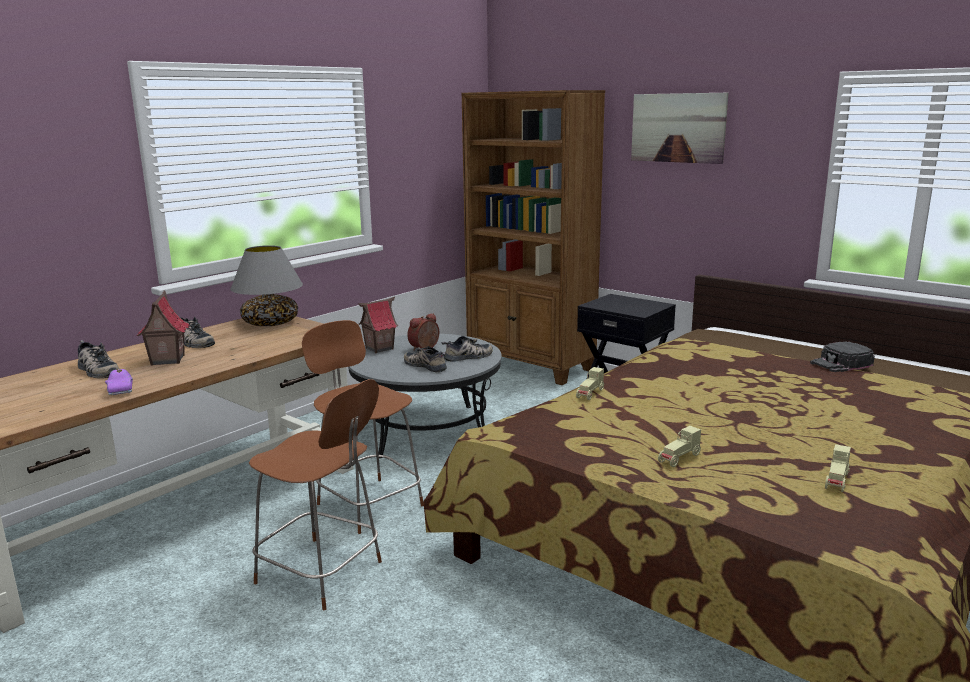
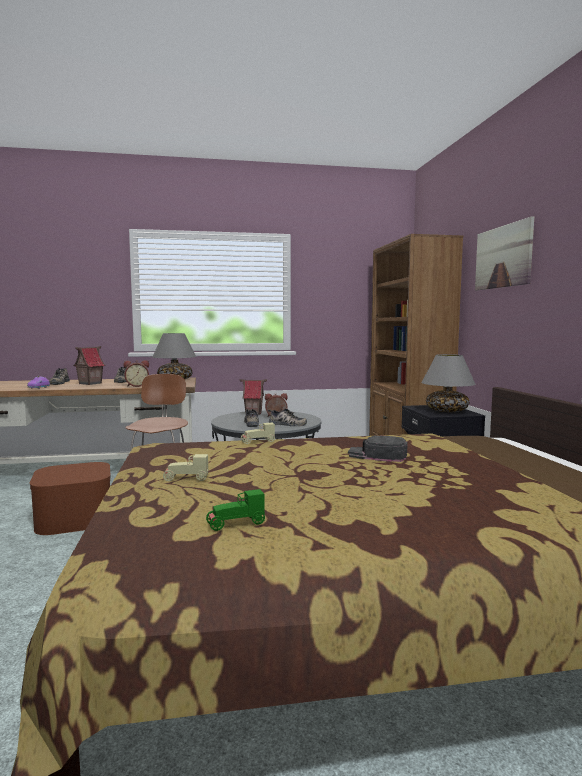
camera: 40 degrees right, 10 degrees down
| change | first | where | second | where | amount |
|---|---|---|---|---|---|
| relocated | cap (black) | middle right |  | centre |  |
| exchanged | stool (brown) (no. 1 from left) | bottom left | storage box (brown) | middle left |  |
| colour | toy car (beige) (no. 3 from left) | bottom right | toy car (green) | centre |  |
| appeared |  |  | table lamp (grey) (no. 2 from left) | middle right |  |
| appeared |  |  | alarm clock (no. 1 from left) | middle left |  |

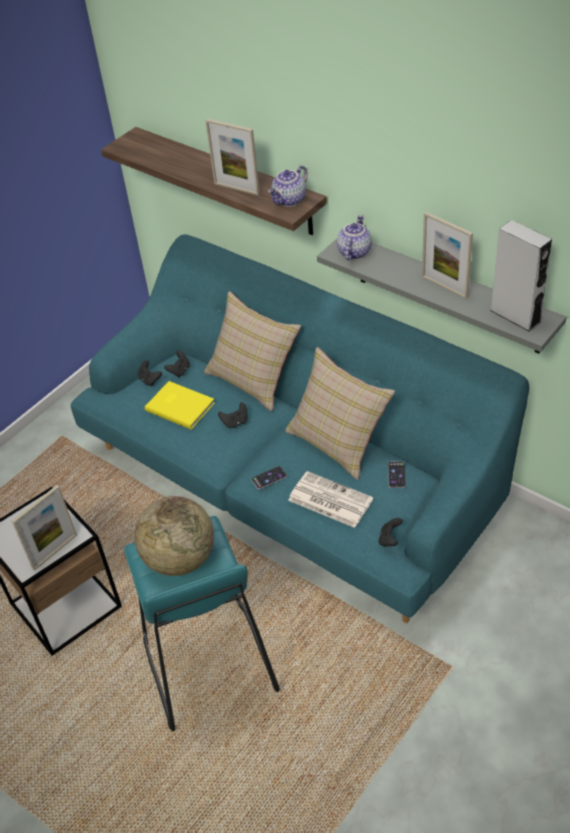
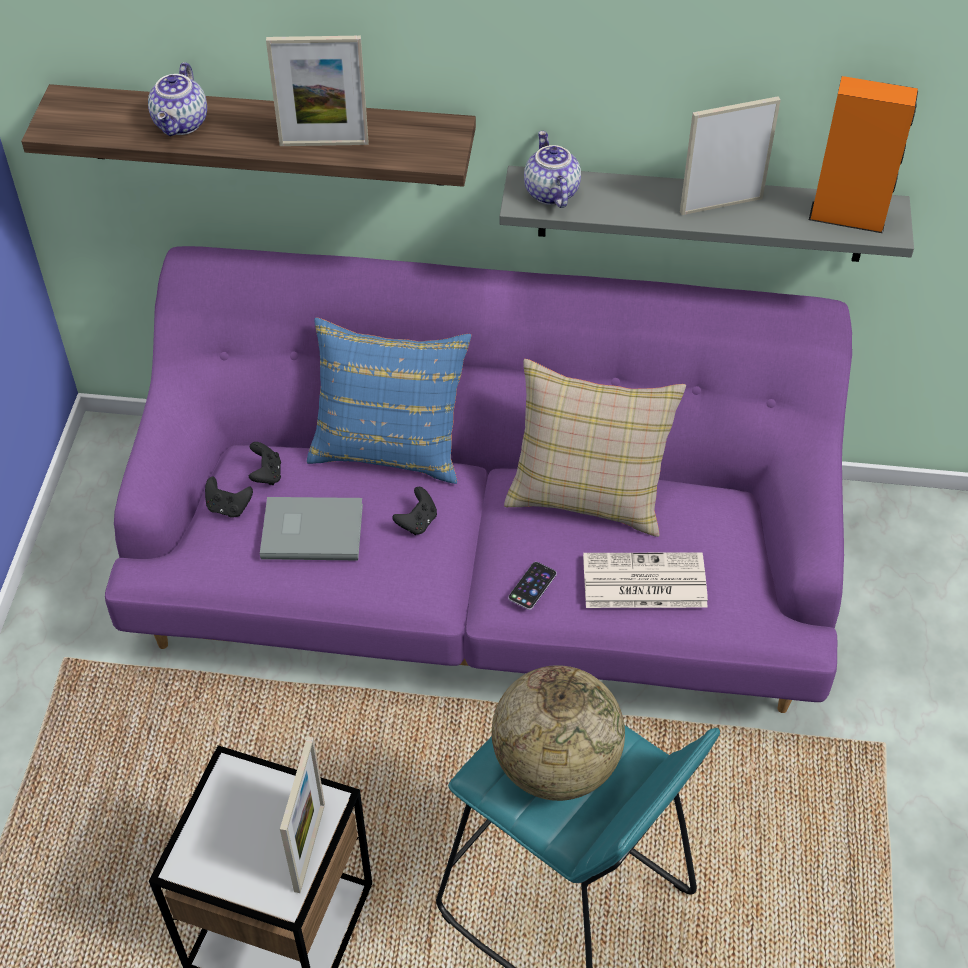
camera: 35 degrees left, 5 degrees up
| change | first | where | second | where | amount |
|---|---|---|---|---|---|
| relocated | teapot (no. 1 from left) | top centre |  | top left |  |
| spun | picture frame (no. 3 from left) | top right |  | top right | 150 degrees clockwise |
| colour | speaker (grey) | top right | speaker (orange) | top right |  |
| colour | sofa (turquoise) | centre | sofa (purple) | centre |  |
| colour | pillow (beige) (no. 1 from left) | centre | pillow (blue) | centre |  |
| colour | book (yellow) | middle left | book (grey) | middle left |  |
| missing | phone (no. 2 from left) | middle right |  |  |  |
| missing | game controller (black) (no. 4 from left) | middle right |  |  |  |

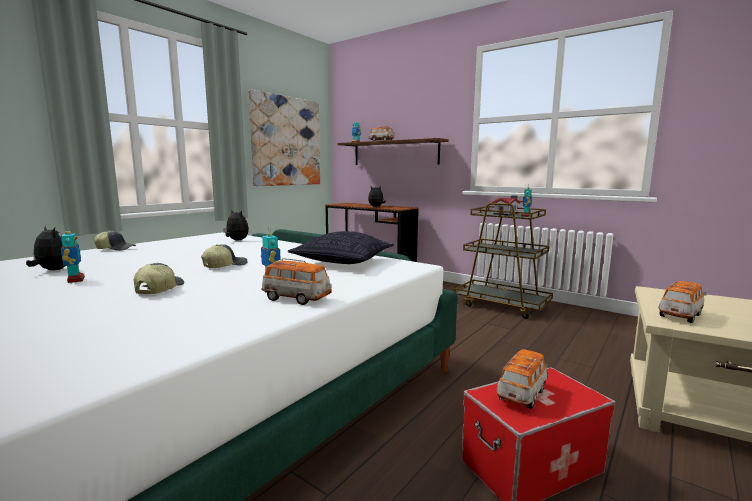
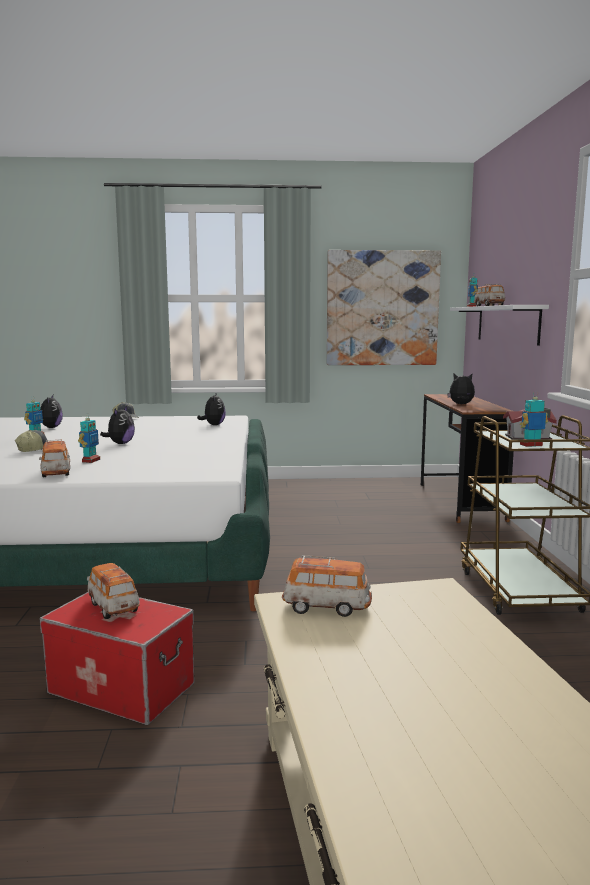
camera: 50 degrees right, 0 degrees up
| change | first | where | second | where | amount |
|---|---|---|---|---|---|
| colour | shelf (brown) | top centre | shelf (white) | middle right |  |
| missing | pillow | centre |  |  |  |
| exchanged | cap (no. 3 from left) | middle left | plush toy (no. 2 from left) | middle left |  |
| spun | toy car (no. 3 from left in the first image) | bottom right | toy car (no. 2 from left) | bottom left | 120 degrees counterclockwise |

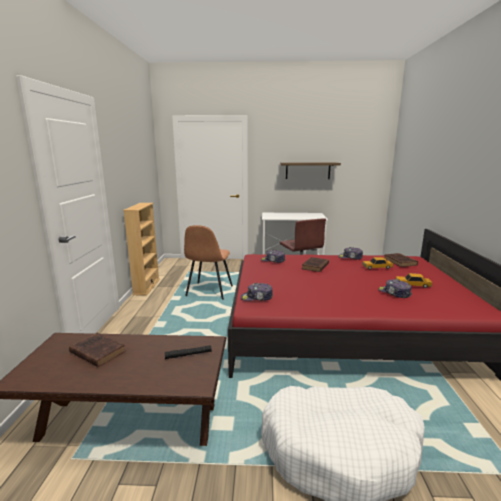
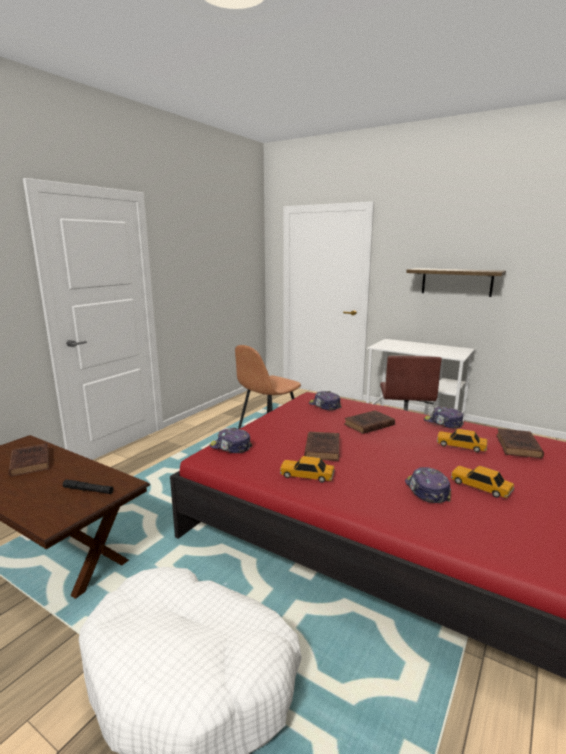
camera: 30 degrees right, 0 degrees up
| change | first | where | second | where | amount |
|---|---|---|---|---|---|
| missing | bookcase (beige) | middle left |  |  |  |
| appeared |  |  | book (brown) (no. 2 from left) | centre |  |
| appeared |  |  | toy car (no. 1 from left) | centre |  |

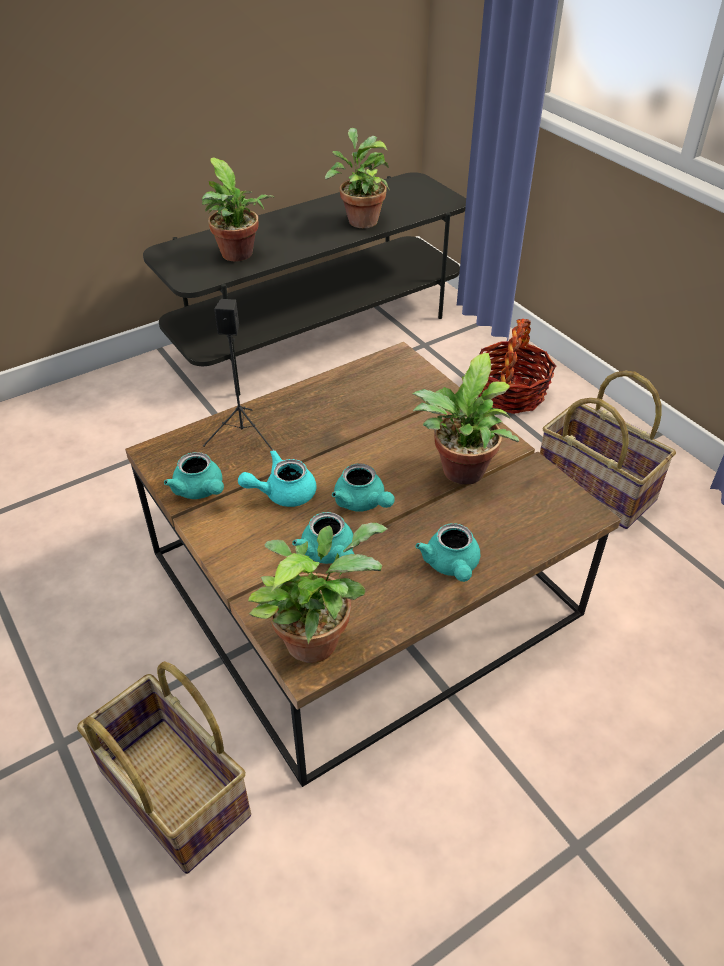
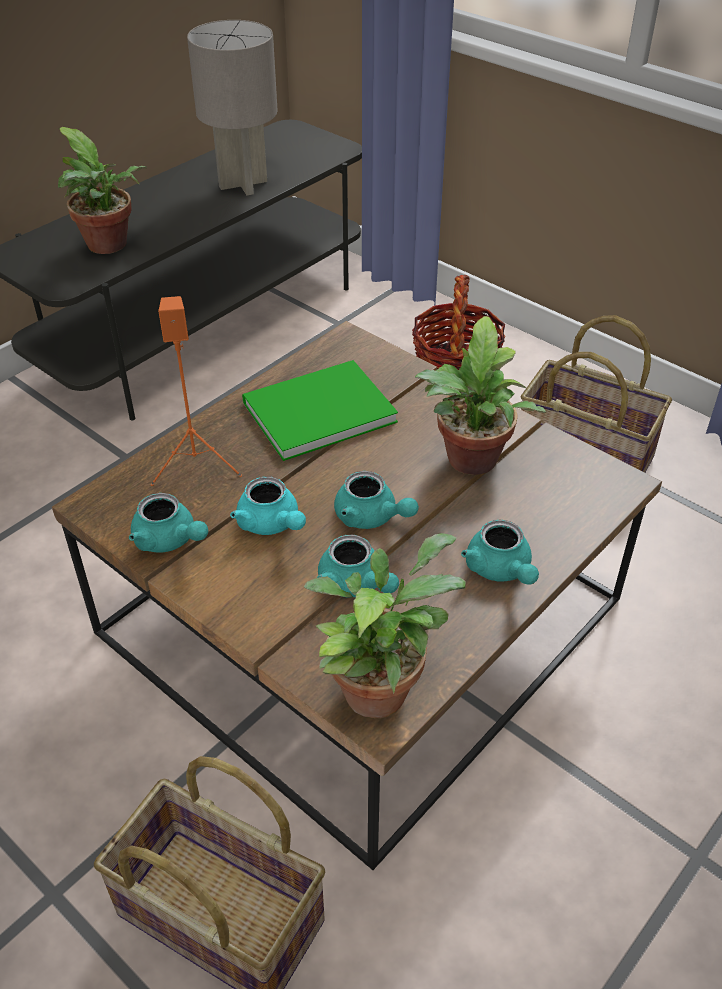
camera: 15 degrees left, 0 degrees up
| change | first | where | second | where | amount |
|---|---|---|---|---|---|
| exchanged | potted plant (no. 3 from left) | top centre | table lamp (grey) | top left |  |
| colour | speaker (black) | middle left | speaker (orange) | middle left |  |
| spun | teapot (turquoise) (no. 2 from left) | centre |  | centre | 90 degrees counterclockwise |
| appeared |  |  | book (green) | centre |  |

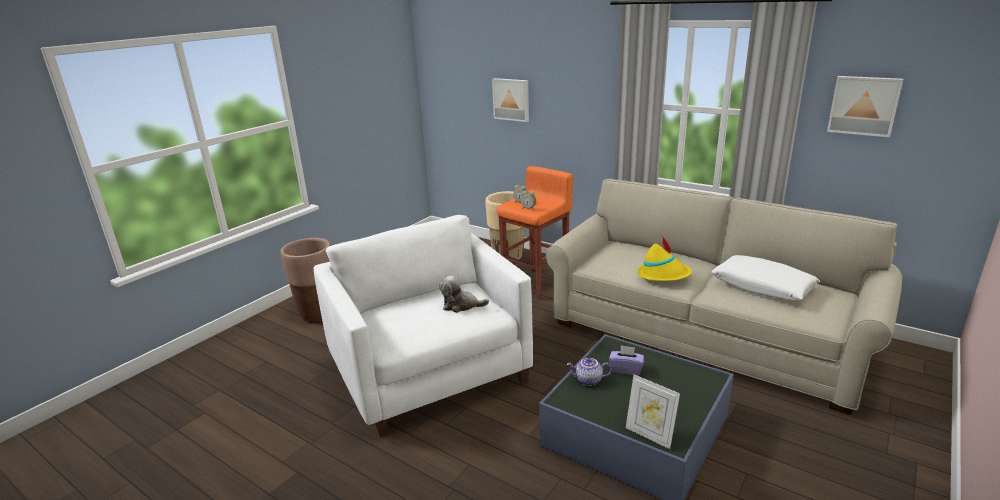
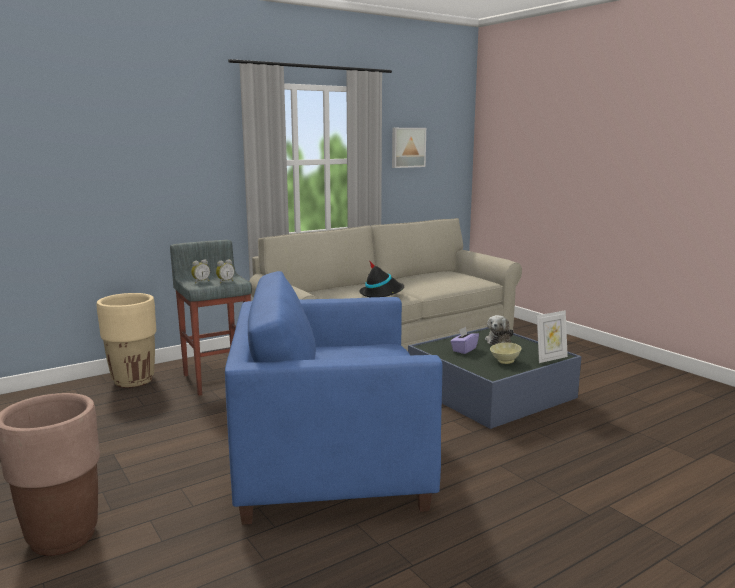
camera: 70 degrees left, 10 degrees down
| change | first | where | second | where | amount |
|---|---|---|---|---|---|
| missing | picture (no. 1 from left) | top centre |  |  |  |
| colour | stool (orange) | centre | stool (grey) | middle left |  |
| colour | armchair (white) | centre | armchair (blue) | bottom centre |  |
| colour | hat (yellow) | centre | hat (black) | centre |  |
| missing | pillow (white) | middle right |  |  |  |
| relocated | plush toy | centre |  | middle right |  |
| missing | teapot | bottom centre |  |  |  |
| appeared |  |  | bowl (beige) | middle right |  |

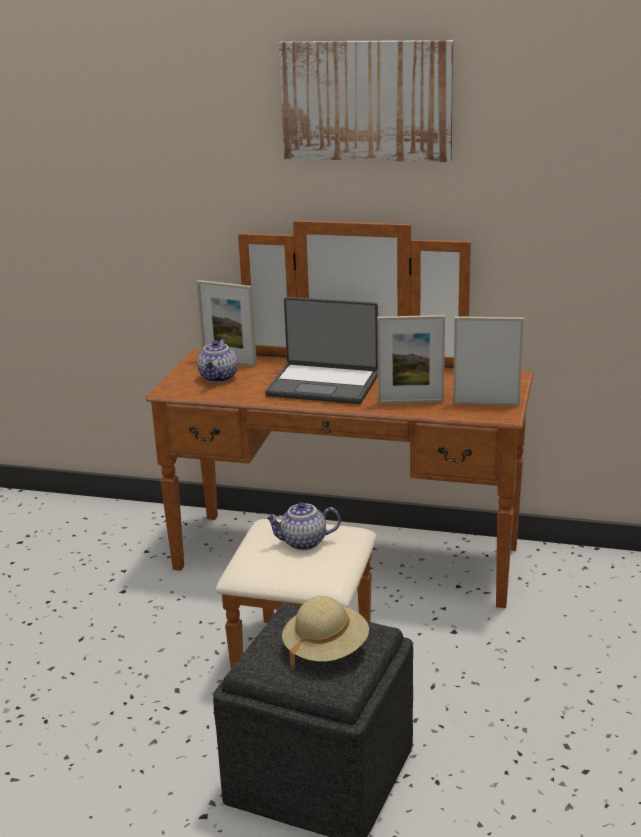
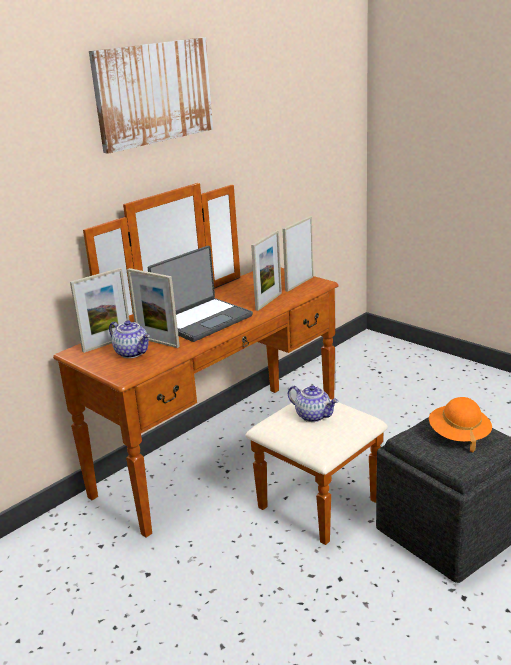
camera: 60 degrees left, 0 degrees up
| change | first | where | second | where | amount |
|---|---|---|---|---|---|
| spun | teapot (no. 2 from left) | centre |  | centre | 75 degrees counterclockwise |
| colour | hat (beige) | bottom centre | hat (orange) | middle right |  |
| appeared |  |  | picture frame (no. 2 from left) | middle left |  |

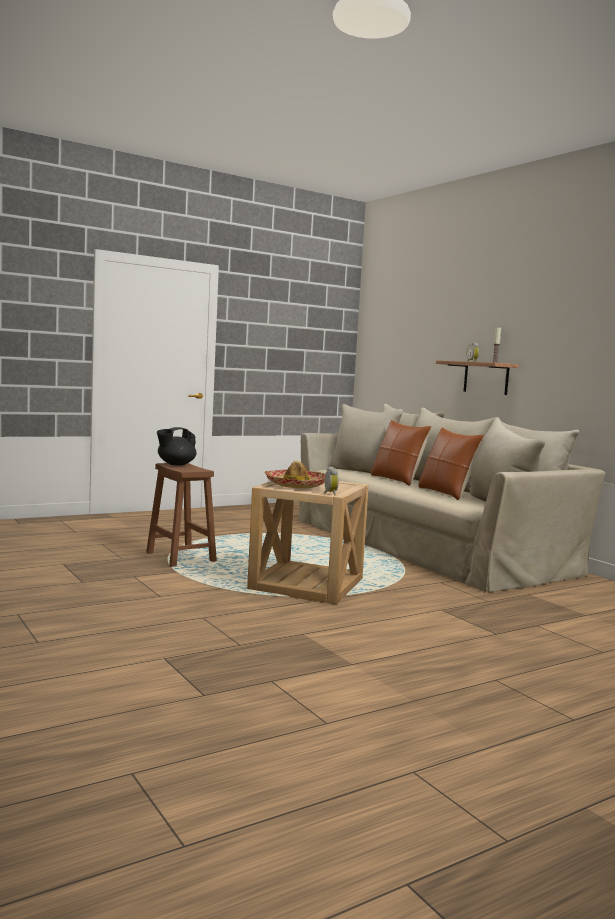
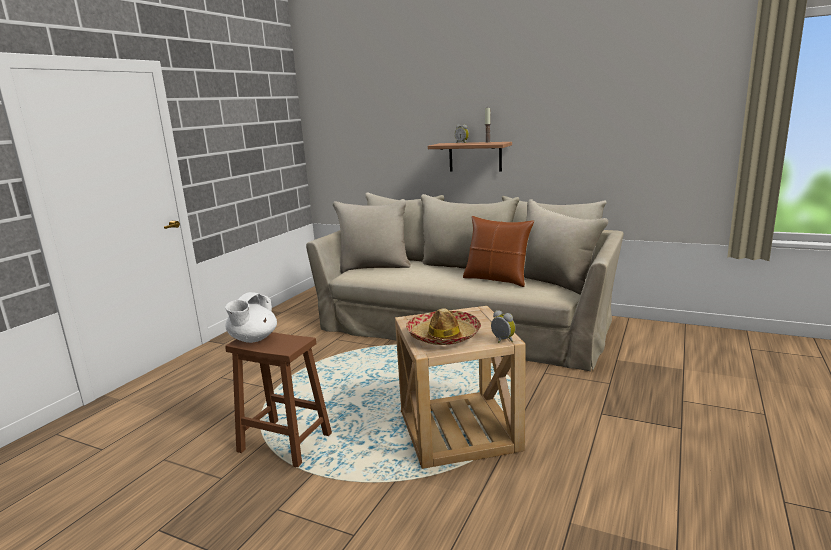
camera: 30 degrees left, 10 degrees up
| change | first | where | second | where | amount |
|---|---|---|---|---|---|
| missing | pillow (brown) (no. 1 from left) | centre |  |  |  |
| colour | teapot (black) | middle left | teapot (white) | middle left |  |

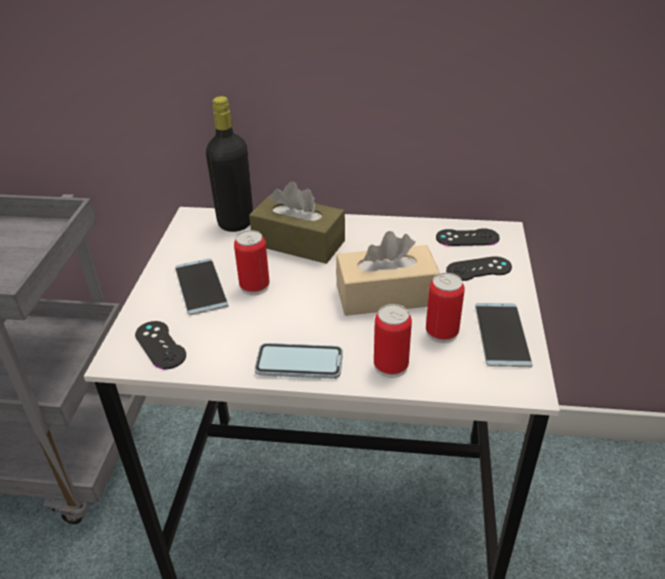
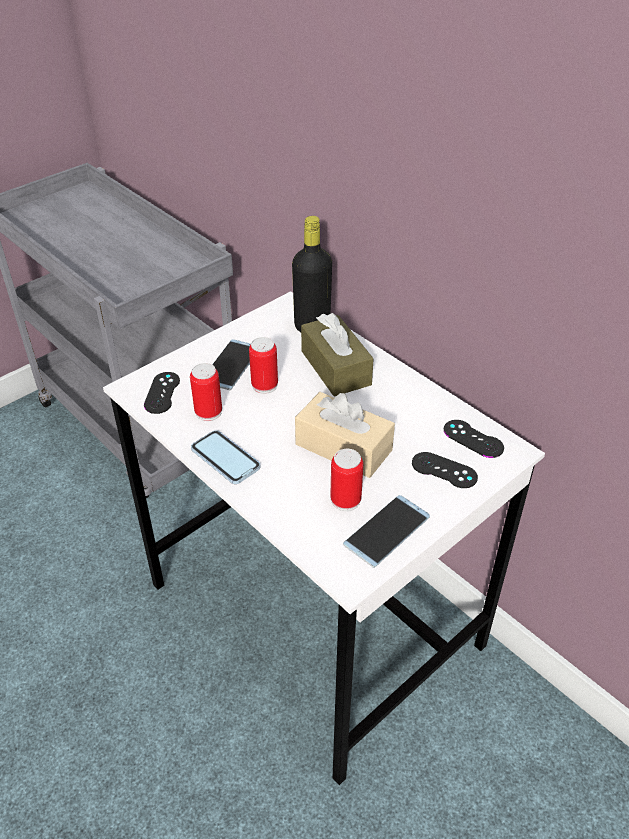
camera: 40 degrees right, 5 degrees up
| change | first | where | second | where | amount |
|---|---|---|---|---|---|
| relocated | can (no. 2 from left in the first image) | centre | can (no. 1 from left) | middle left |  |

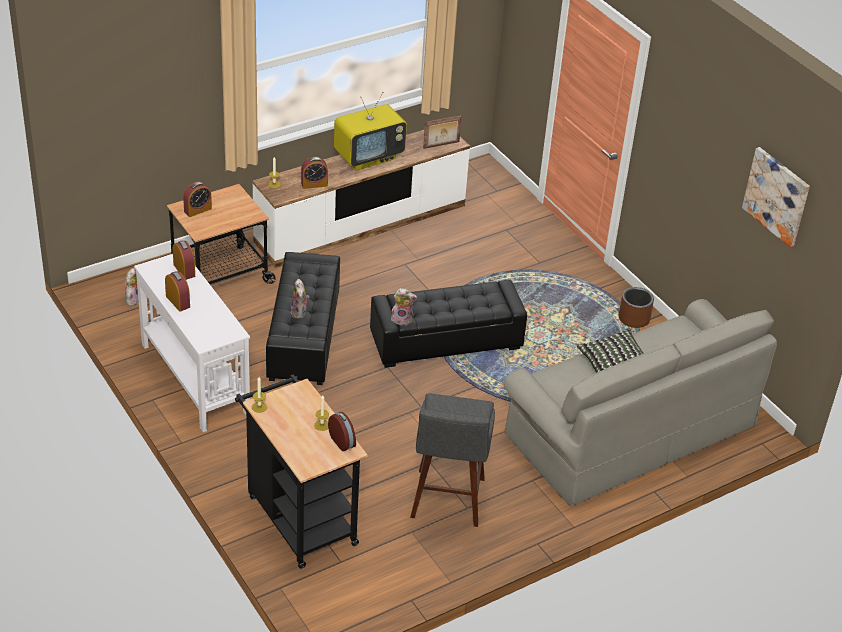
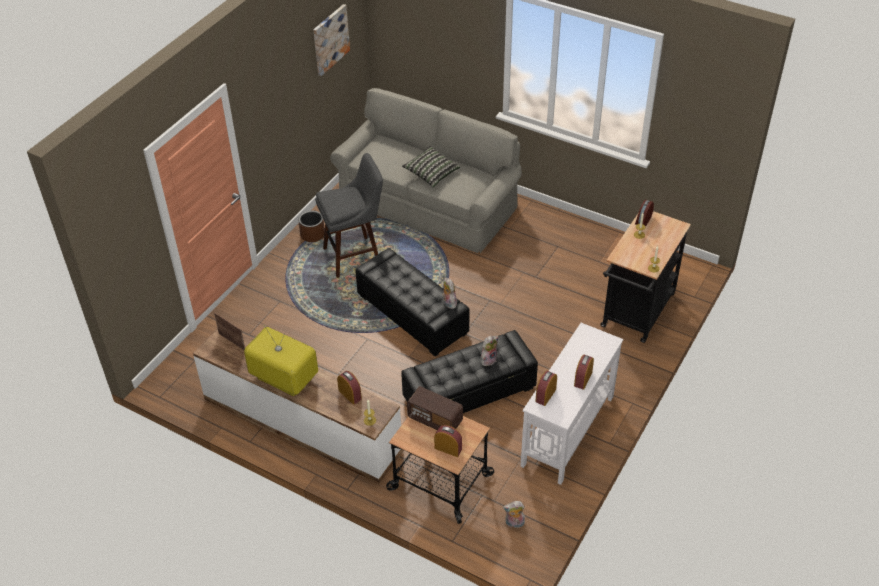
camera: 115 degrees left, 5 degrees up
| change | first | where | second | where | amount |
|---|---|---|---|---|---|
| relocated | stool (grey) | bottom centre |  | centre |  |
| appeared |  |  | radio | bottom centre |  |

